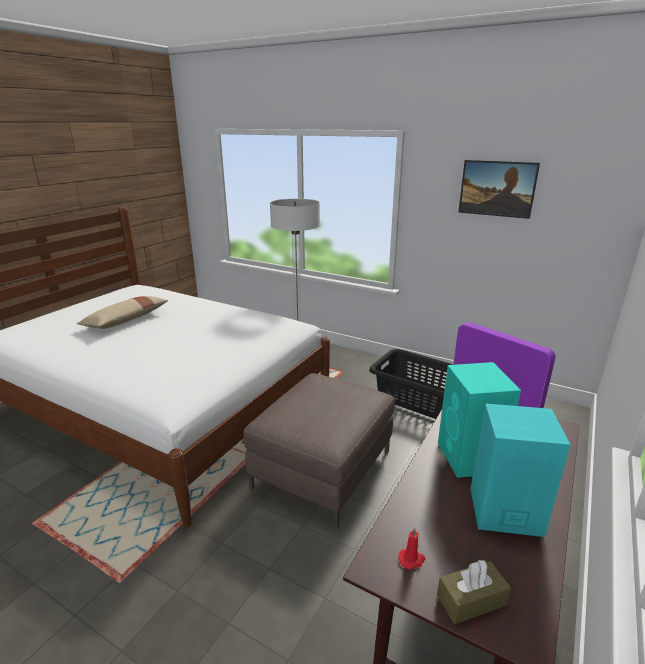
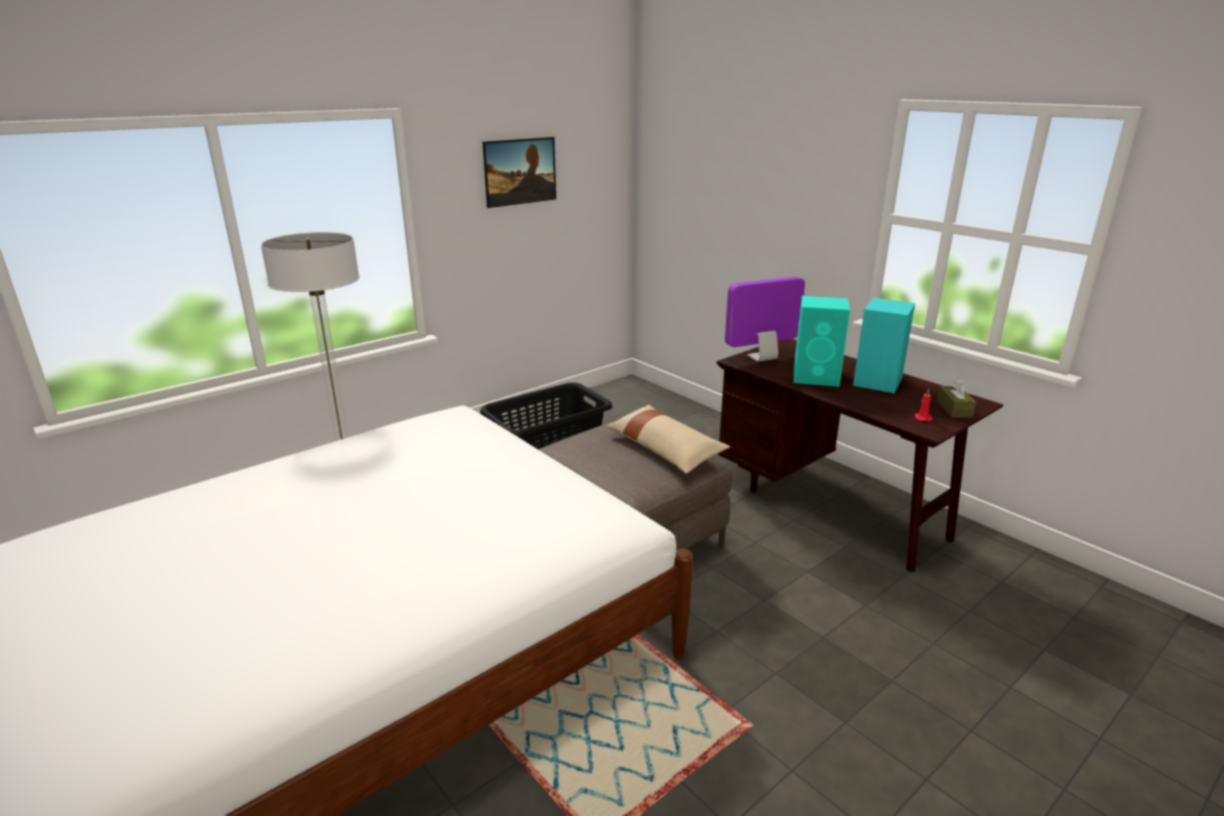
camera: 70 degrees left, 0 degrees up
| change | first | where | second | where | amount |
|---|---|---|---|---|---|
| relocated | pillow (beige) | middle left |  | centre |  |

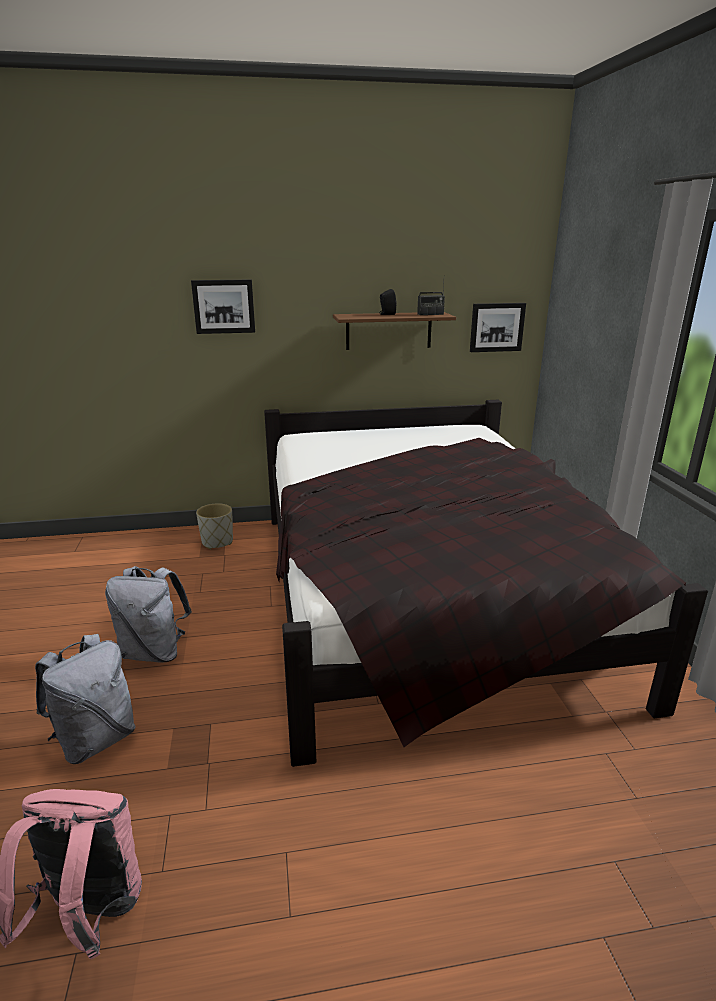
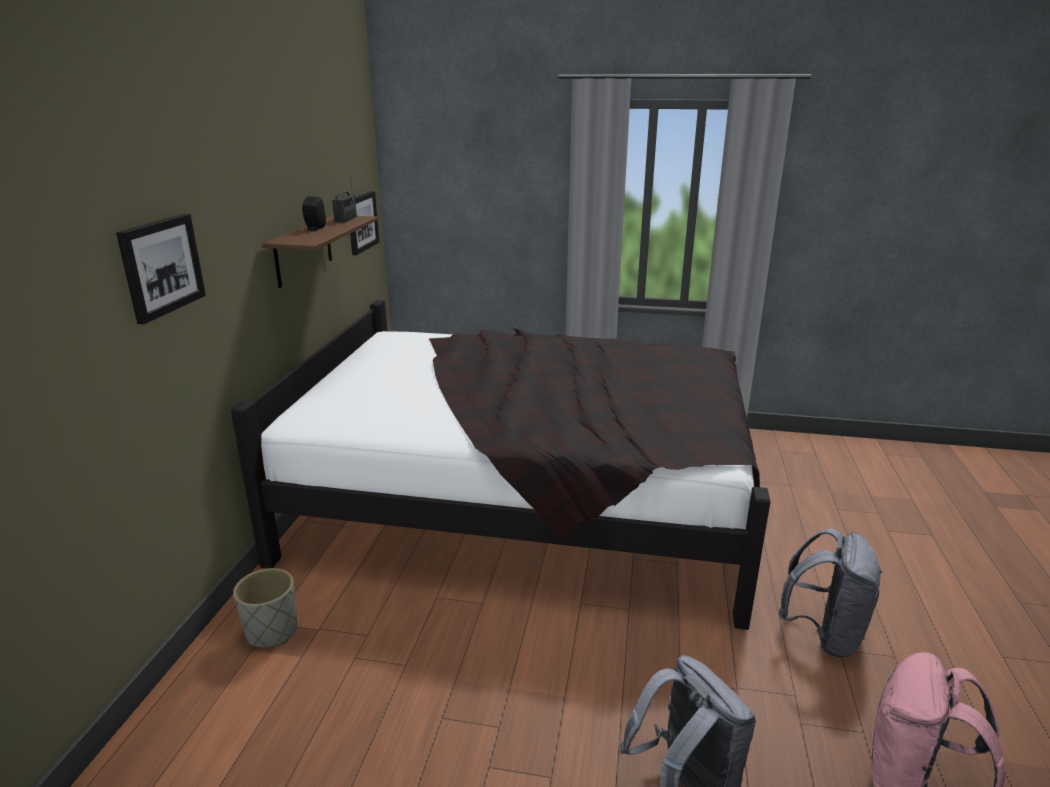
camera: 70 degrees left, 0 degrees up
| change | first | where | second | where | amount |
|---|---|---|---|---|---|
| relocated | backpack (grey) (no. 2 from left) | middle left |  | bottom right |  |

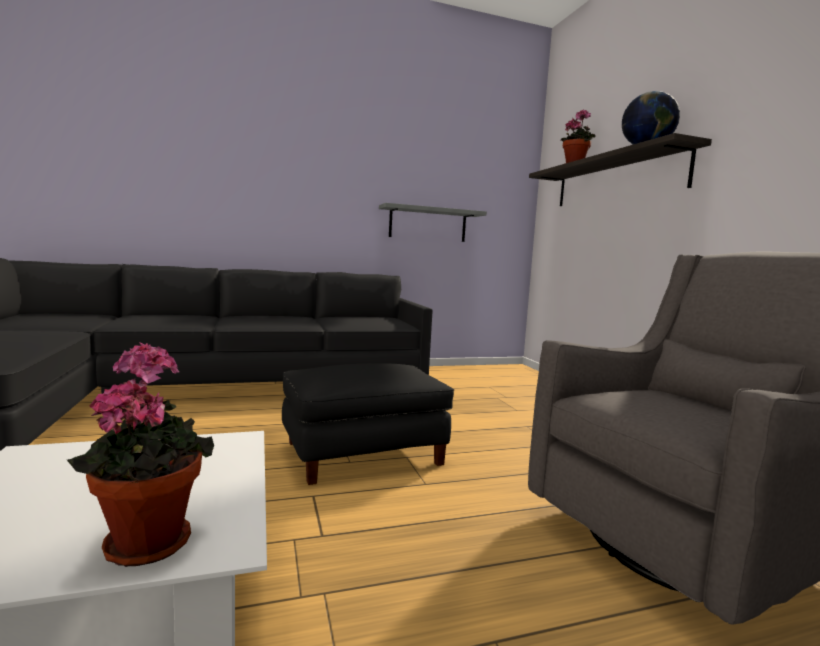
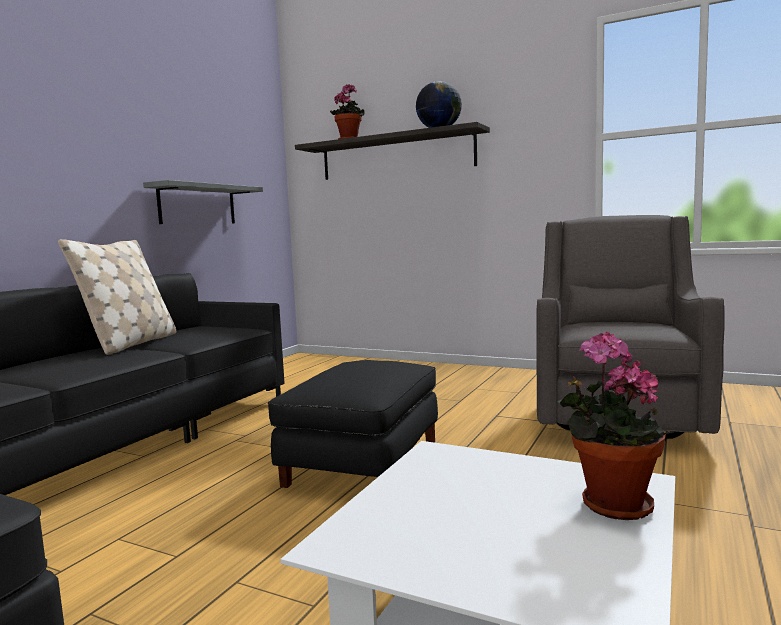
camera: 45 degrees left, 0 degrees up
| change | first | where | second | where | amount |
|---|---|---|---|---|---|
| appeared |  |  | pillow (beige) | middle left |  |

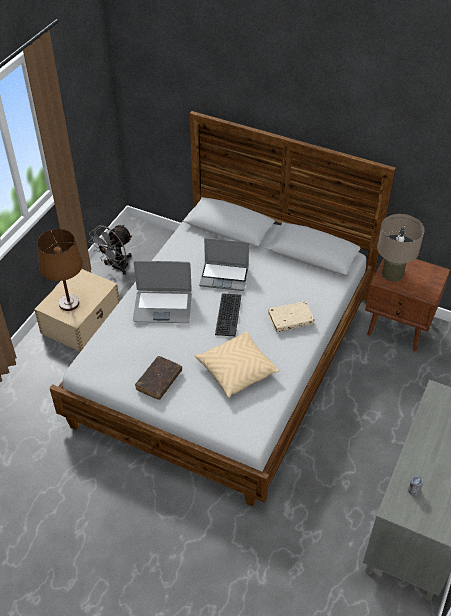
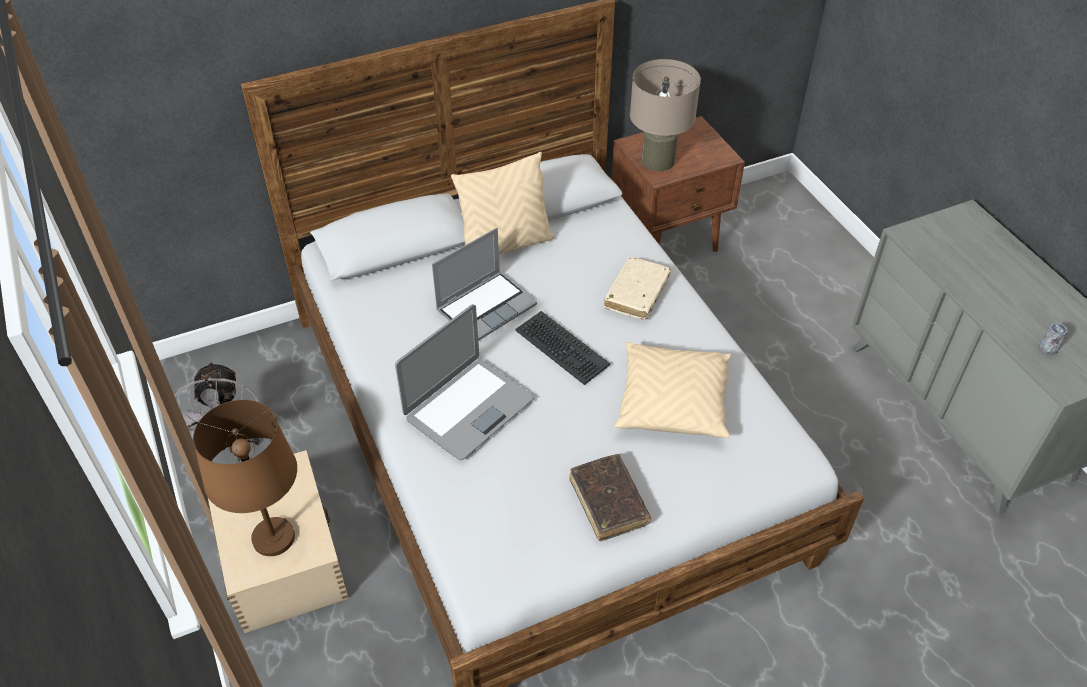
camera: 50 degrees left, 0 degrees up
| change | first | where | second | where | amount |
|---|---|---|---|---|---|
| appeared |  |  | pillow (beige) (no. 1 from left) | top centre |  |

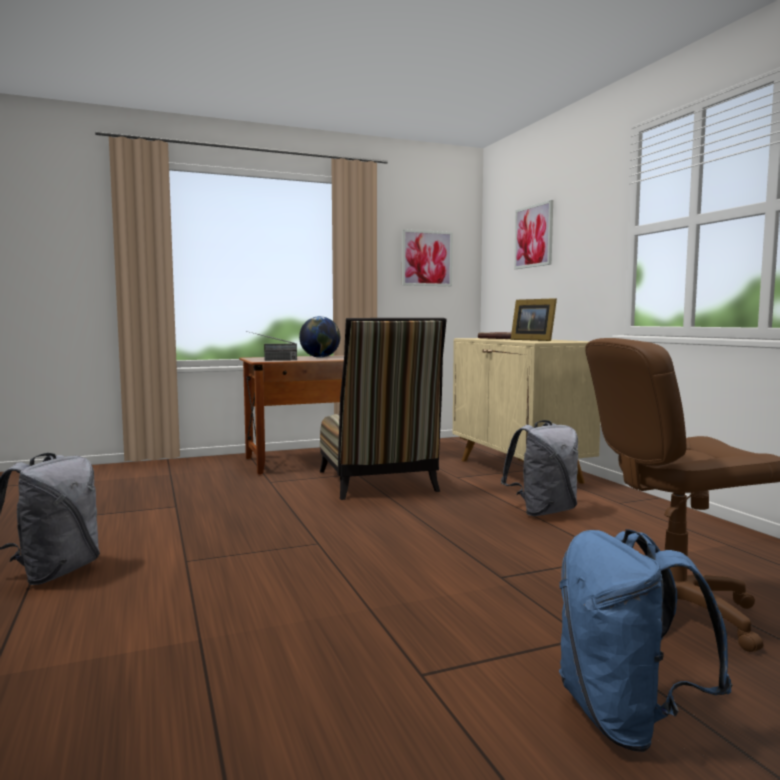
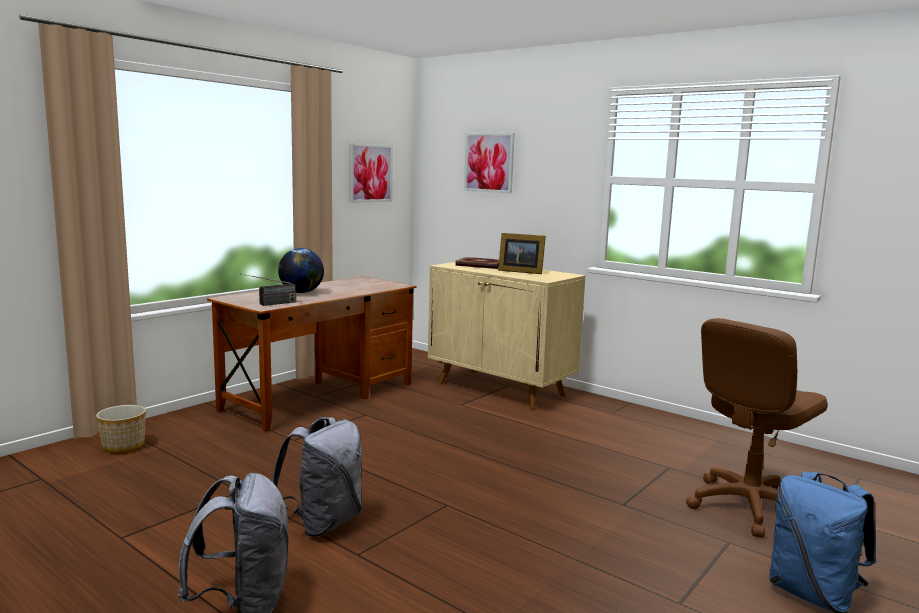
camera: 30 degrees left, 5 degrees up
| change | first | where | second | where | amount |
|---|---|---|---|---|---|
| missing | chair | centre |  |  |  |
| relocated | backpack (grey) (no. 2 from left) | middle right |  | bottom centre |  |
| appeared |  |  | planter | bottom left |  |

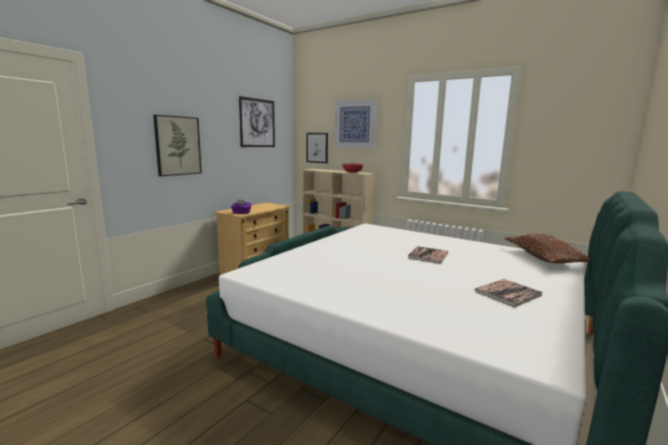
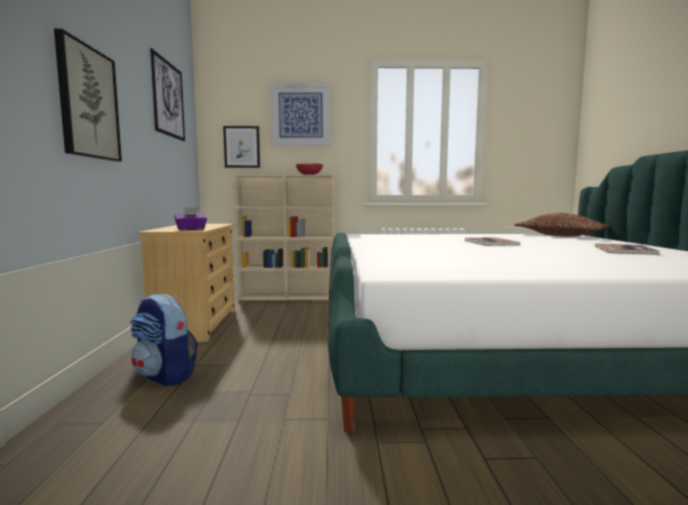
camera: 35 degrees left, 5 degrees down
| change | first | where | second | where | amount |
|---|---|---|---|---|---|
| appeared |  |  | backpack | bottom left |  |

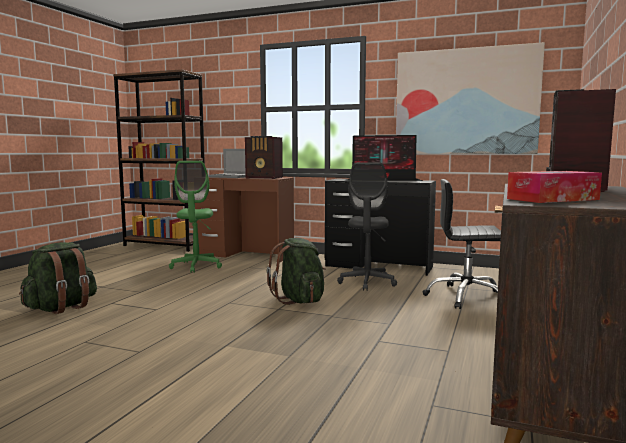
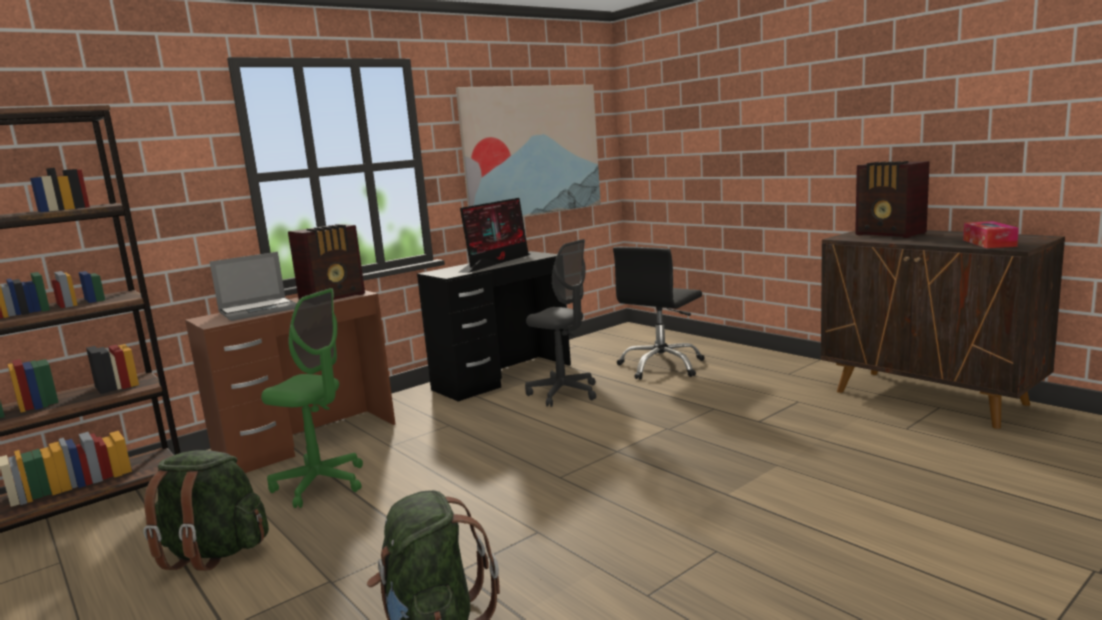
camera: 60 degrees left, 5 degrees up
| change | first | where | second | where | amount |
|---|---|---|---|---|---|
| relocated | backpack (green) (no. 2 from left in the first image) | centre | backpack (green) (no. 1 from left) | bottom left |  |

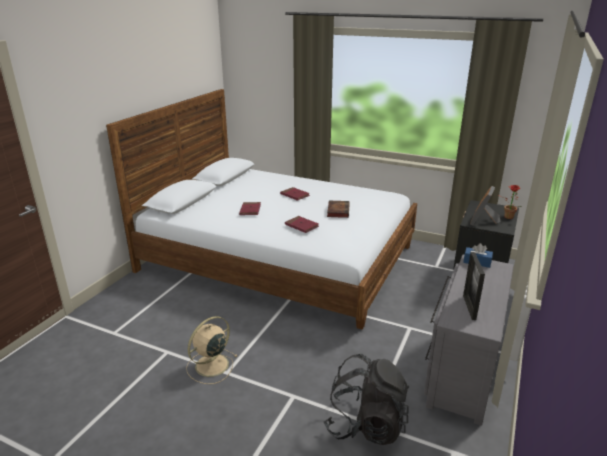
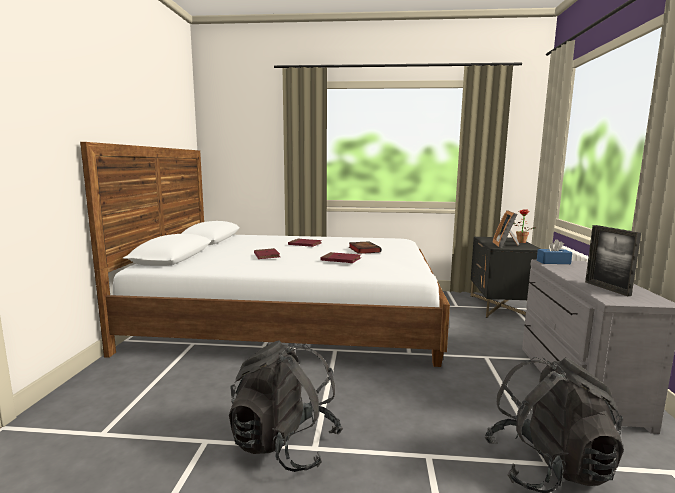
camera: 20 degrees left, 15 degrees down
| change | first | where | second | where | amount |
|---|---|---|---|---|---|
| exchanged | fan (beige) | bottom centre | backpack (black) (no. 1 from left) | bottom centre |  |

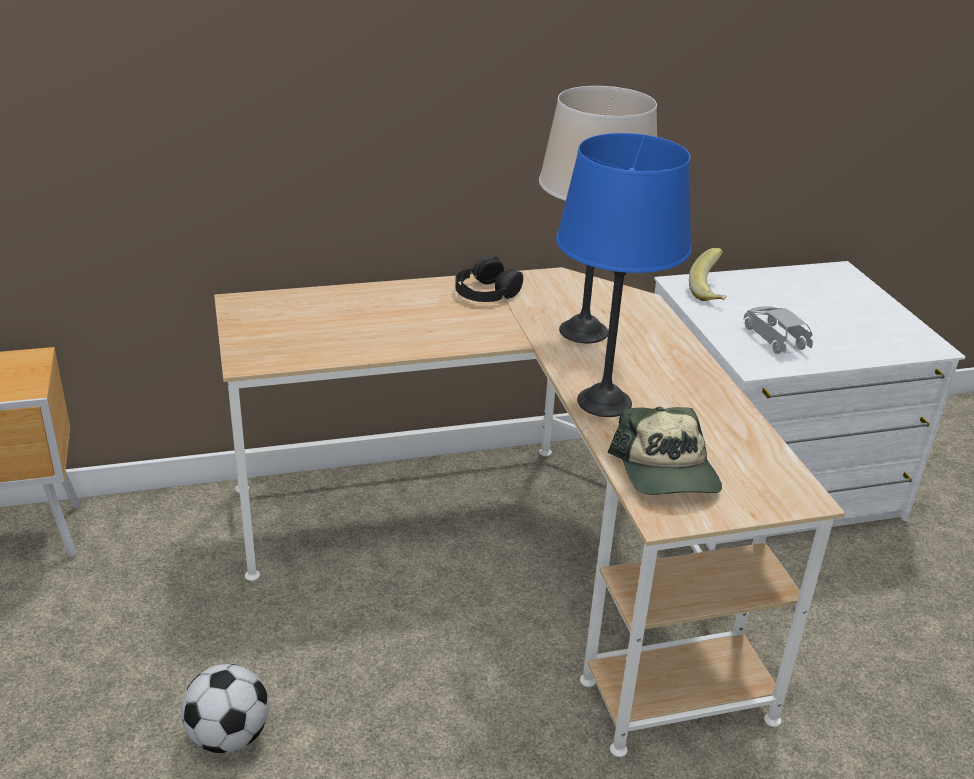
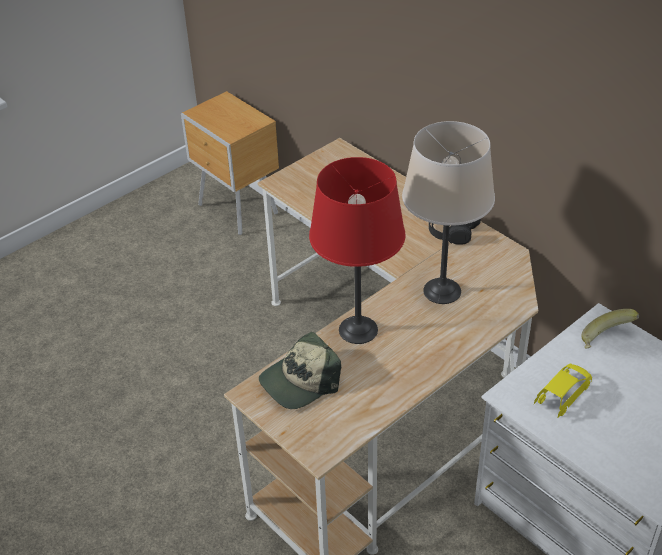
camera: 65 degrees right, 10 degrees up
| change | first | where | second | where | amount |
|---|---|---|---|---|---|
| colour | table lamp (blue) | centre | table lamp (red) | centre |  |
| colour | toy car (grey) | middle right | toy car (yellow) | bottom right |  |
| missing | football | bottom left |  |  |  |

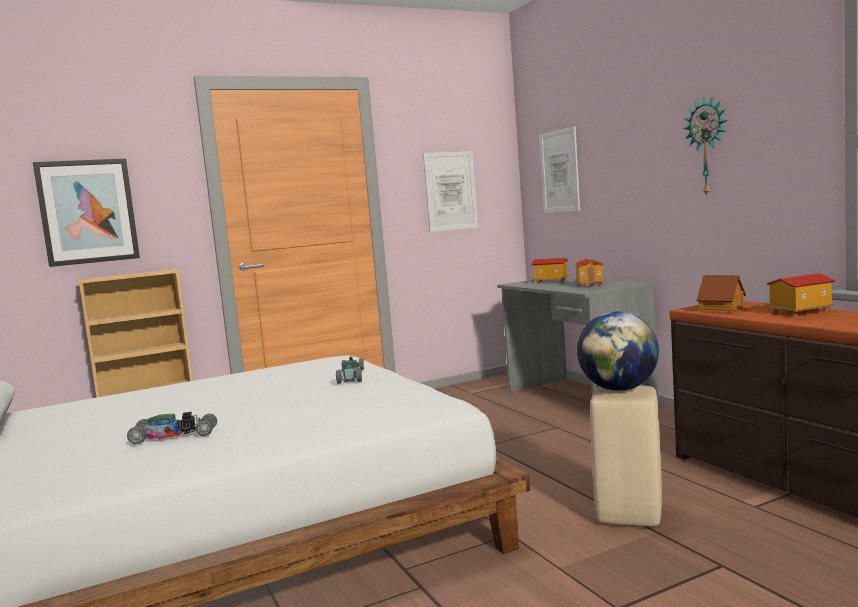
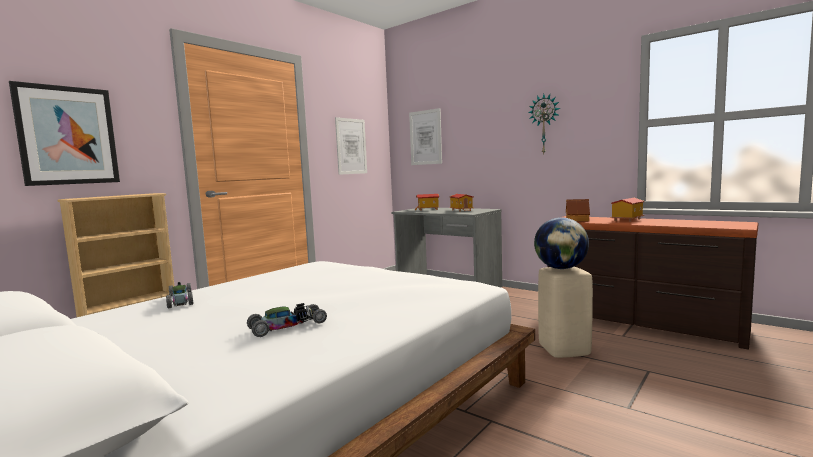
camera: 25 degrees left, 0 degrees up
| change | first | where | second | where | amount |
|---|---|---|---|---|---|
| relocated | toy car (no. 2 from left in the first image) | centre | toy car (no. 1 from left) | middle left |  |

